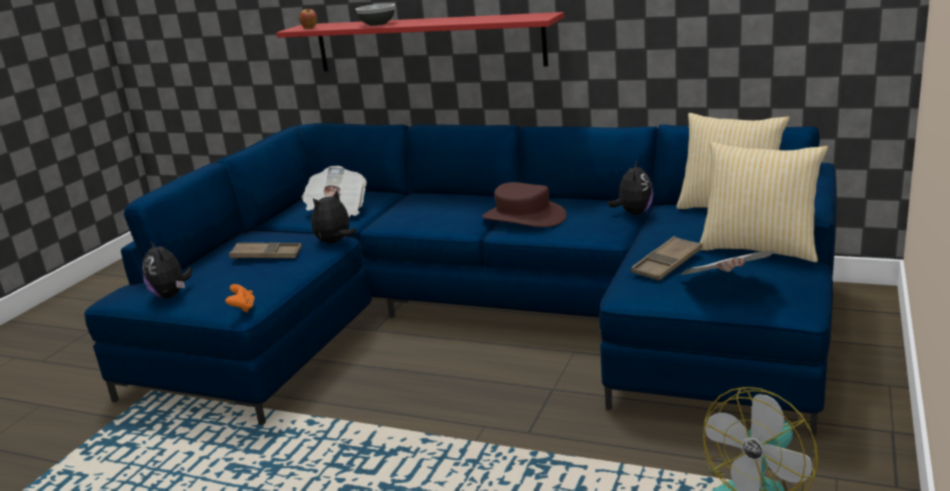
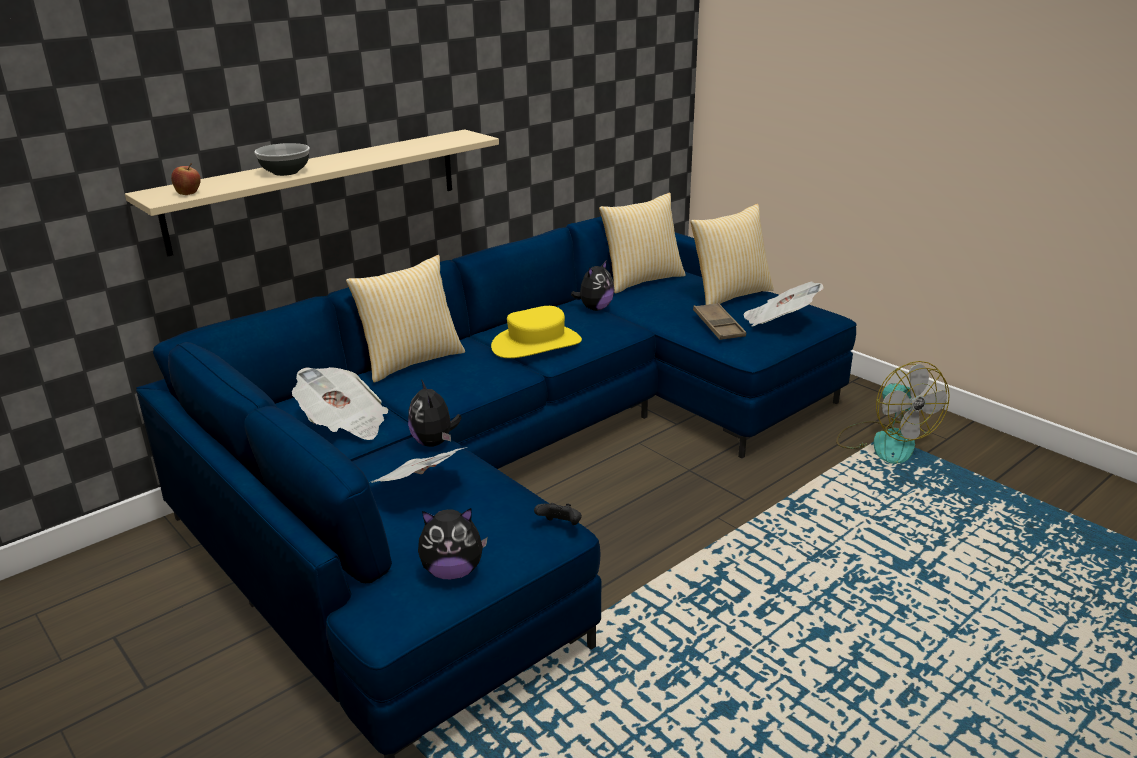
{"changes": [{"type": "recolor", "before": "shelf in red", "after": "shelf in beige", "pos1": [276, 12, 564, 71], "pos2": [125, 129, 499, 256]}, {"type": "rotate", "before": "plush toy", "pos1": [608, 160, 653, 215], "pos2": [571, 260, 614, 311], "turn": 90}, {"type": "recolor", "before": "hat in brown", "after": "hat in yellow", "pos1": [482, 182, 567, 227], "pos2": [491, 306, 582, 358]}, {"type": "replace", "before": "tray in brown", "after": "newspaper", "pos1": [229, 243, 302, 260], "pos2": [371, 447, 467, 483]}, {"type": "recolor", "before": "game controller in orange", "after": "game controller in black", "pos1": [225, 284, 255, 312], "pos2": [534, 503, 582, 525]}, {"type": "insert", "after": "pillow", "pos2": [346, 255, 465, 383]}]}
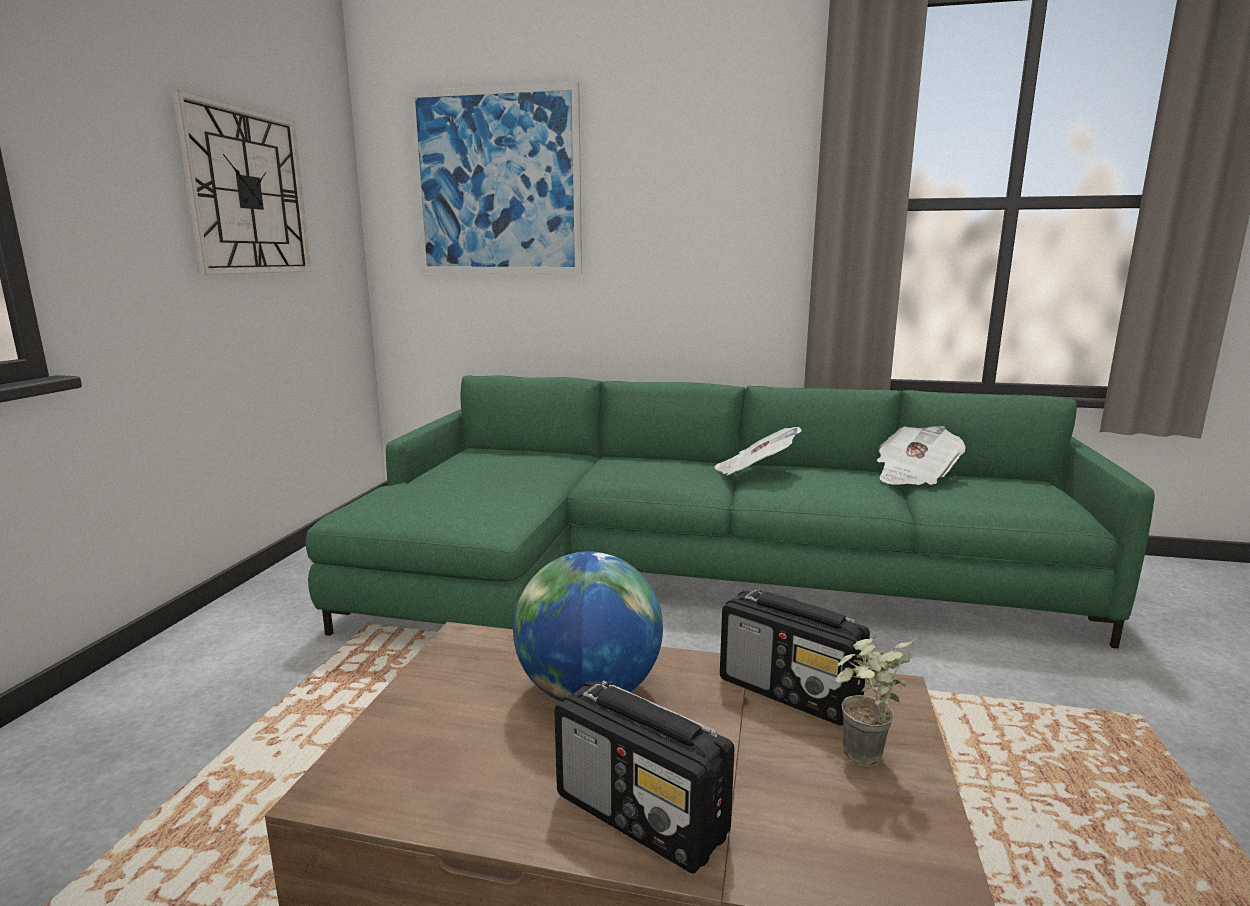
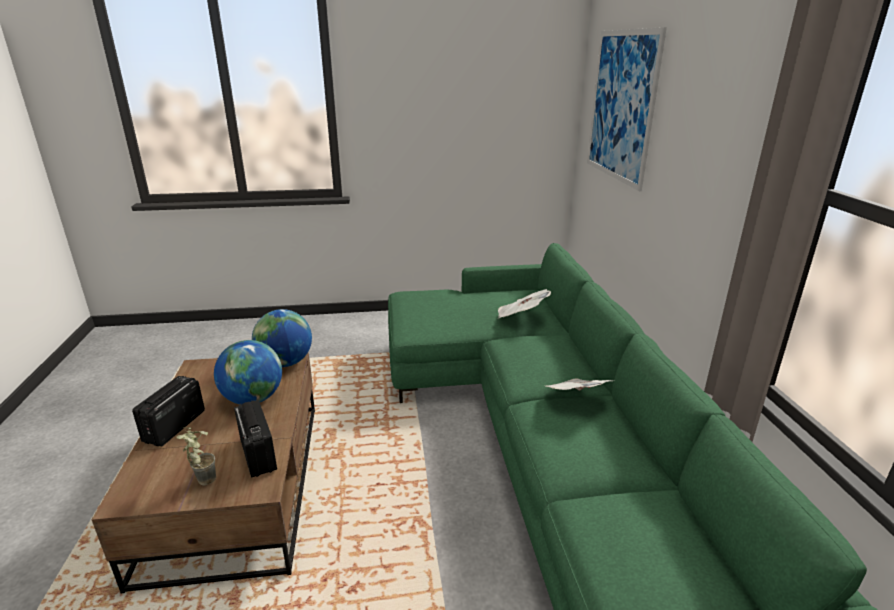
{"changes": [{"type": "delete", "before": "wall clock", "pos1": [171, 90, 311, 275]}, {"type": "move", "before": "newspaper", "pos1": [877, 426, 966, 485], "pos2": [498, 289, 551, 318]}, {"type": "rotate", "before": "radio", "pos1": [720, 590, 870, 726], "pos2": [234, 400, 277, 478], "turn": 135}, {"type": "insert", "after": "globe", "pos2": [252, 309, 312, 367]}]}
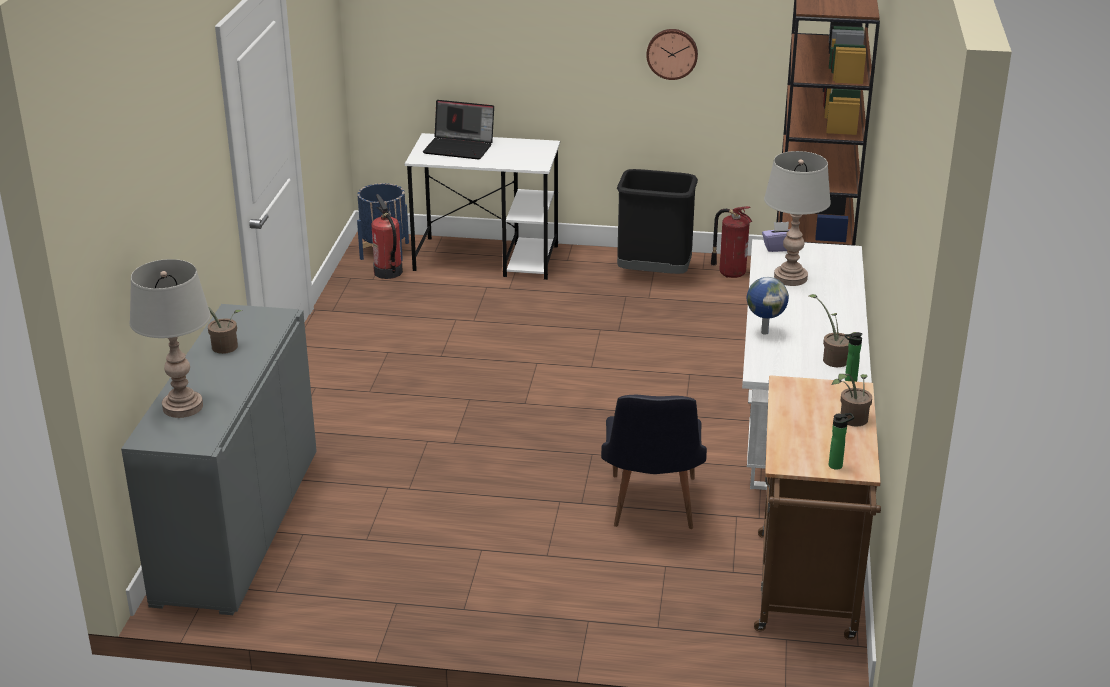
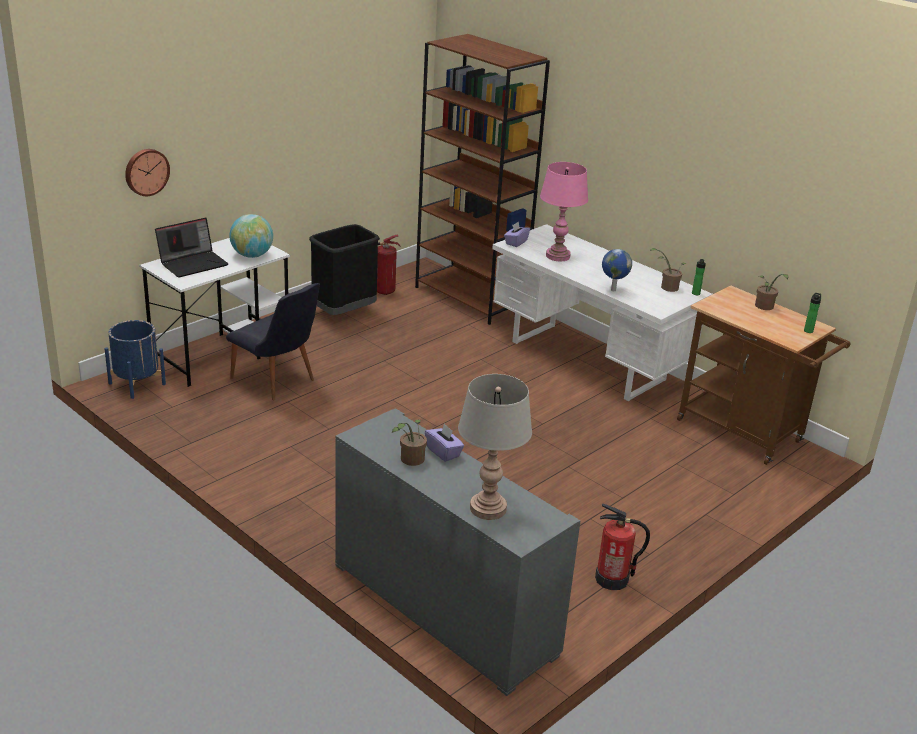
{"changes": [{"type": "move", "before": "wall clock", "pos1": [646, 29, 698, 80], "pos2": [125, 149, 170, 196]}, {"type": "recolor", "before": "table lamp in grey", "after": "table lamp in pink", "pos1": [764, 151, 831, 286], "pos2": [540, 162, 588, 261]}, {"type": "move", "before": "fire extinguisher", "pos1": [371, 194, 403, 279], "pos2": [595, 504, 650, 590]}, {"type": "move", "before": "chair in black", "pos1": [601, 395, 707, 529], "pos2": [226, 283, 320, 400]}, {"type": "insert", "after": "globe", "pos2": [229, 214, 273, 258]}, {"type": "insert", "after": "tissue box in purple", "pos2": [425, 423, 464, 462]}]}
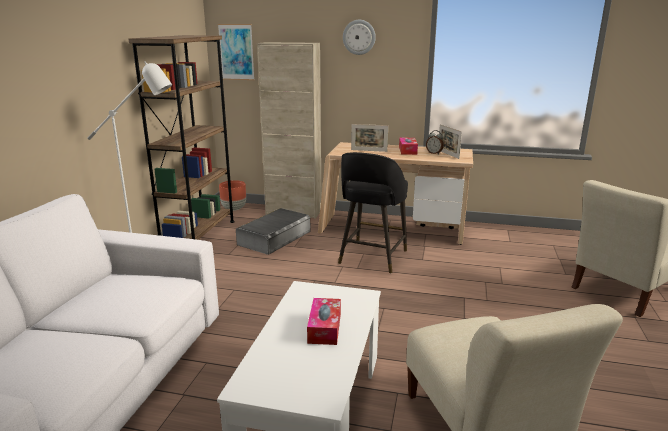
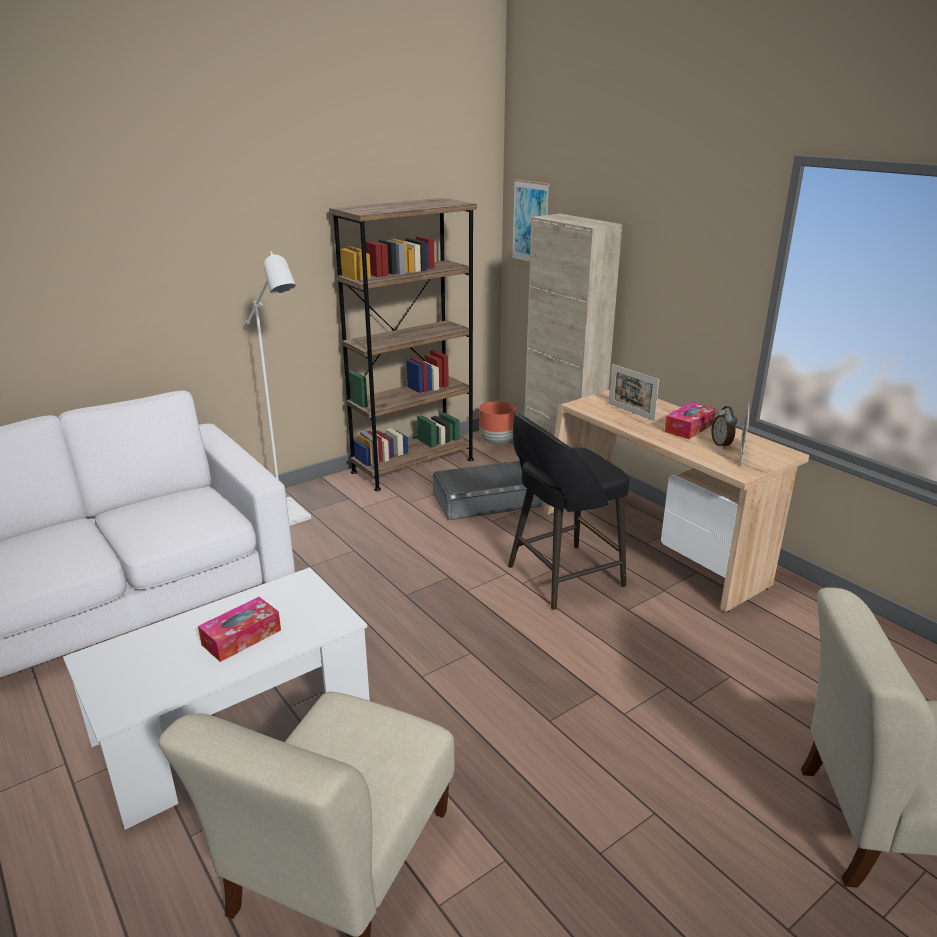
{"changes": [{"type": "delete", "before": "wall clock", "pos1": [343, 20, 376, 55]}]}
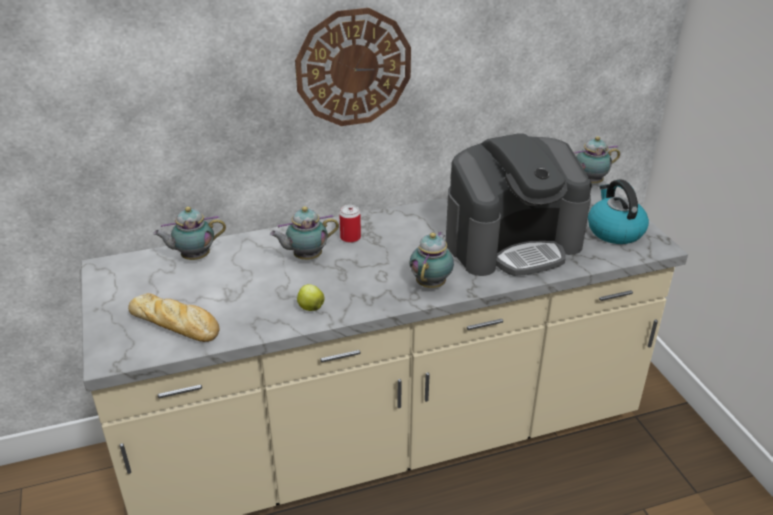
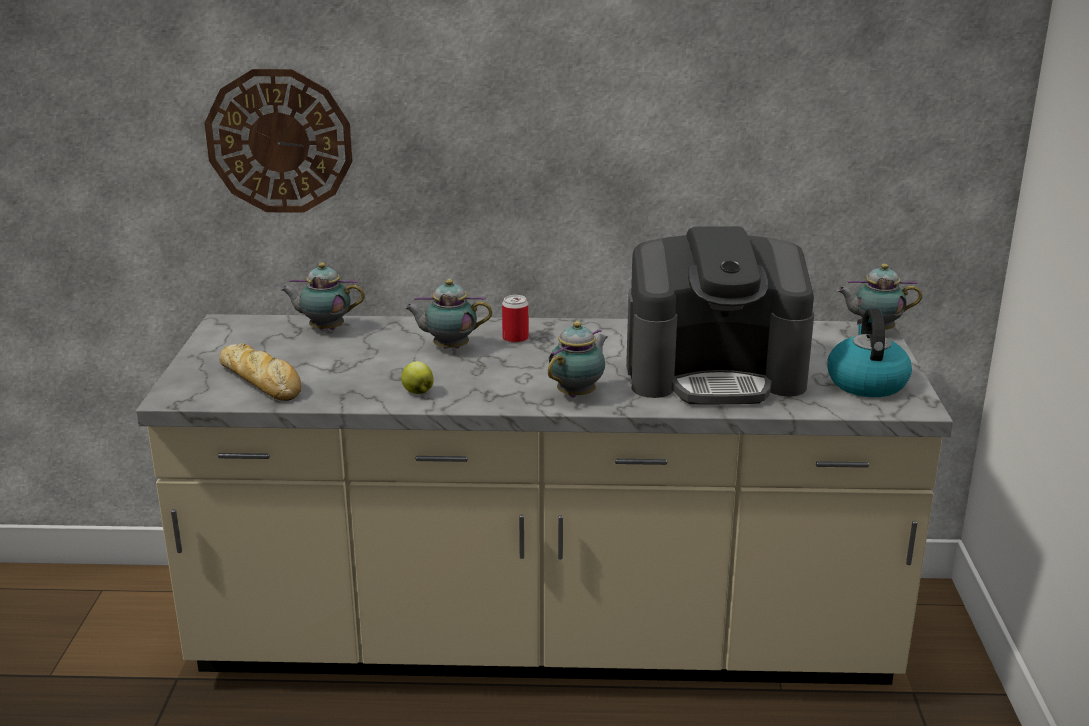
{"changes": [{"type": "move", "before": "wall clock", "pos1": [295, 8, 411, 126], "pos2": [204, 69, 353, 213]}]}
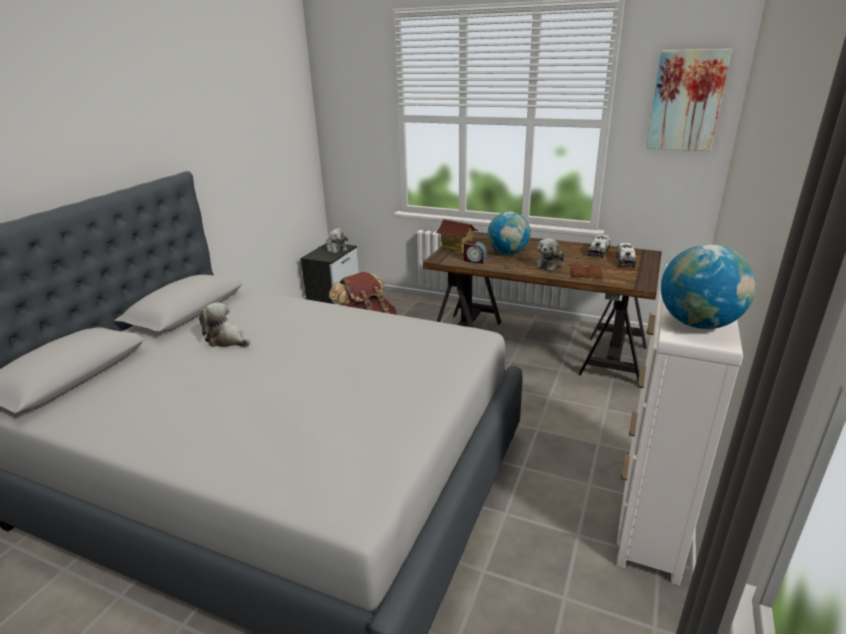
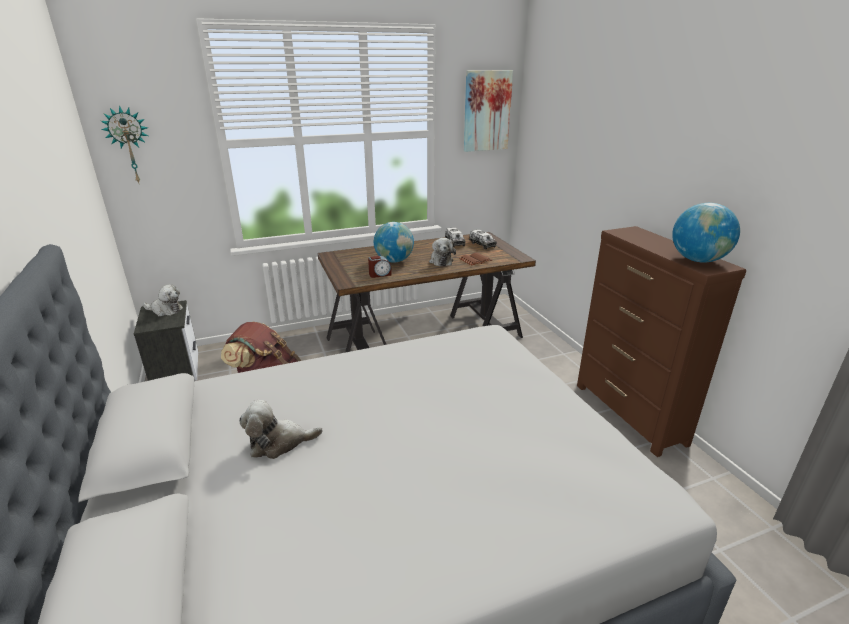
{"changes": [{"type": "delete", "before": "toy house", "pos1": [435, 219, 478, 253]}, {"type": "recolor", "before": "dresser in white", "after": "dresser in brown", "pos1": [616, 264, 743, 585], "pos2": [577, 226, 746, 457]}, {"type": "insert", "after": "wall clock", "pos2": [101, 106, 148, 183]}]}
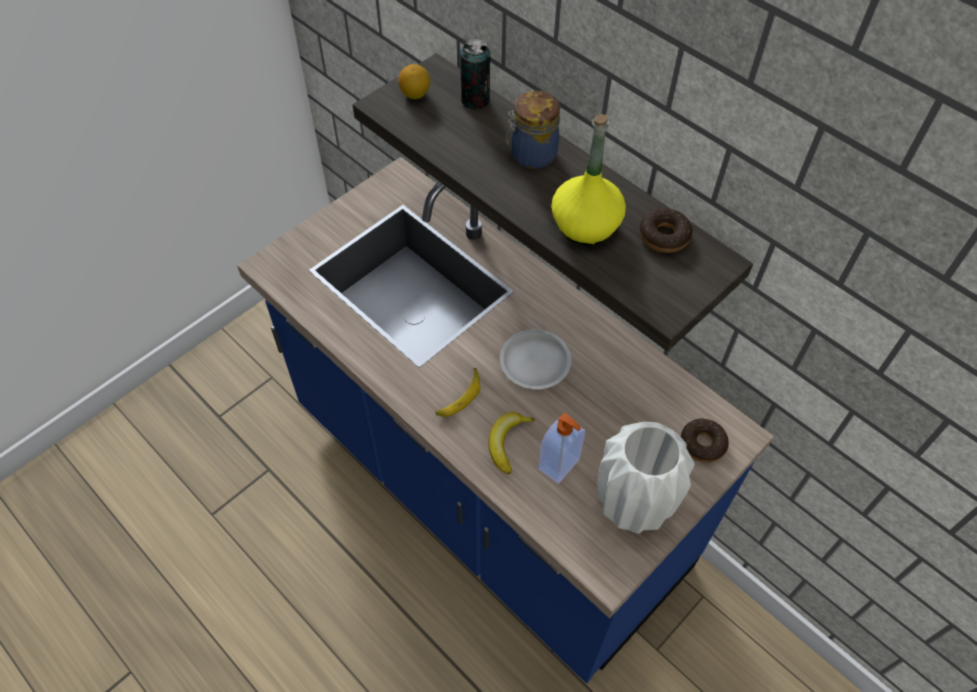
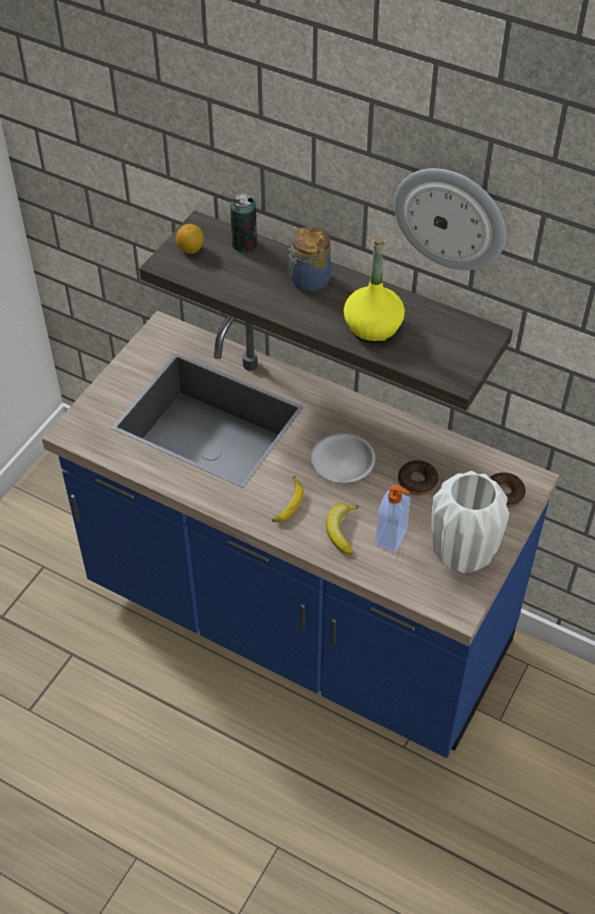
{"changes": [{"type": "move", "before": "donut", "pos1": [639, 208, 693, 253], "pos2": [398, 460, 439, 495]}, {"type": "insert", "after": "wall clock", "pos2": [394, 168, 506, 270]}]}
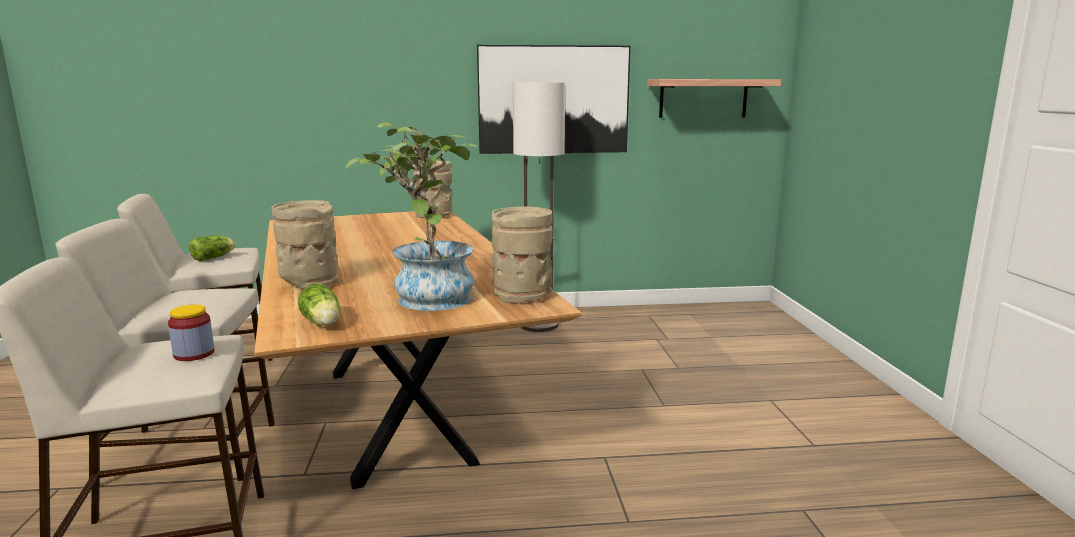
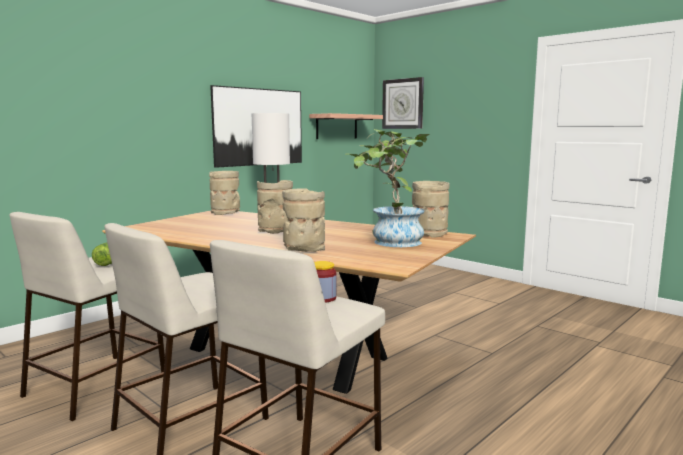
{"changes": [{"type": "delete", "before": "lettuce", "pos1": [298, 283, 340, 326]}, {"type": "insert", "after": "wall clock", "pos2": [382, 77, 424, 129]}, {"type": "insert", "after": "vase in beige", "pos2": [257, 180, 293, 234]}]}
